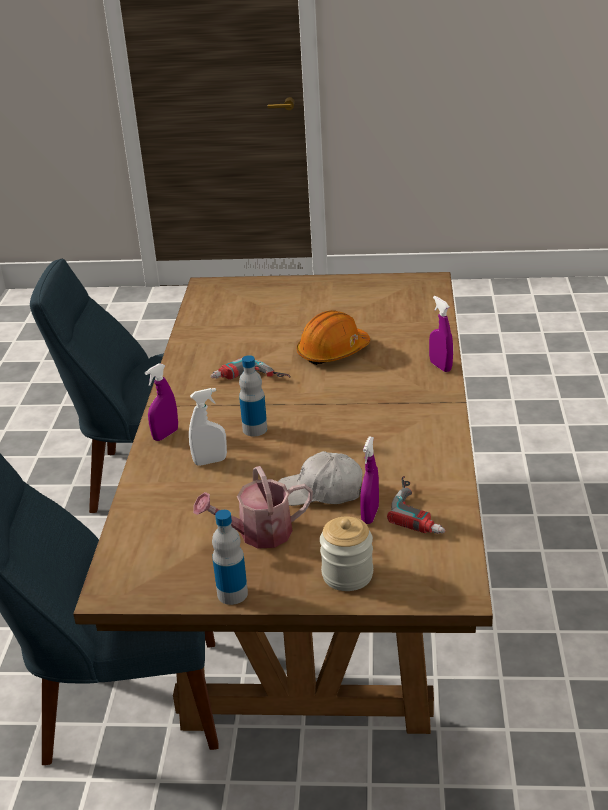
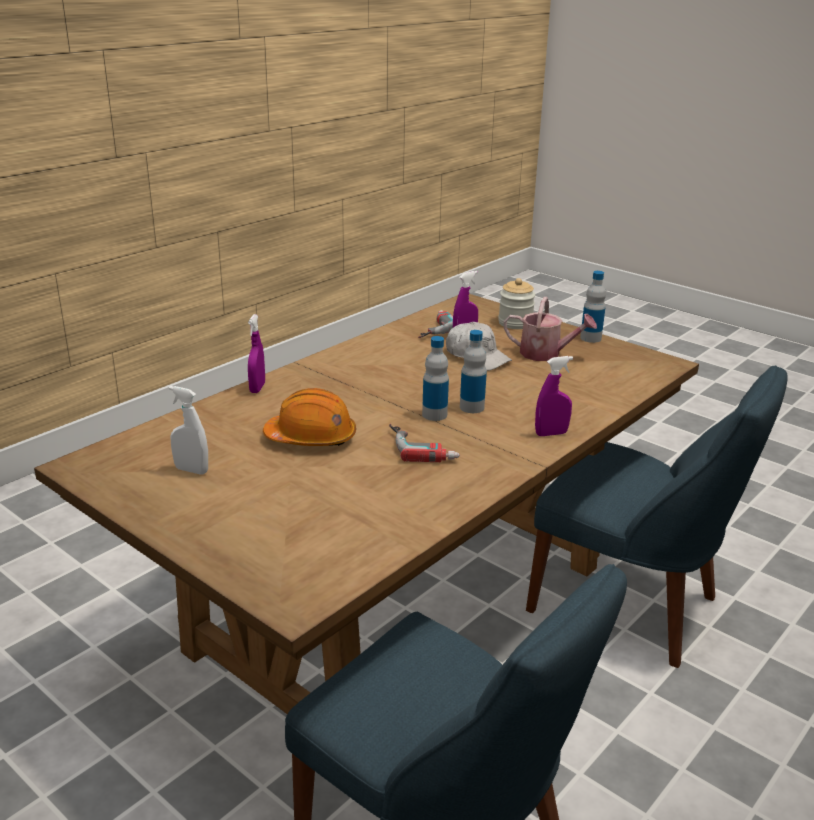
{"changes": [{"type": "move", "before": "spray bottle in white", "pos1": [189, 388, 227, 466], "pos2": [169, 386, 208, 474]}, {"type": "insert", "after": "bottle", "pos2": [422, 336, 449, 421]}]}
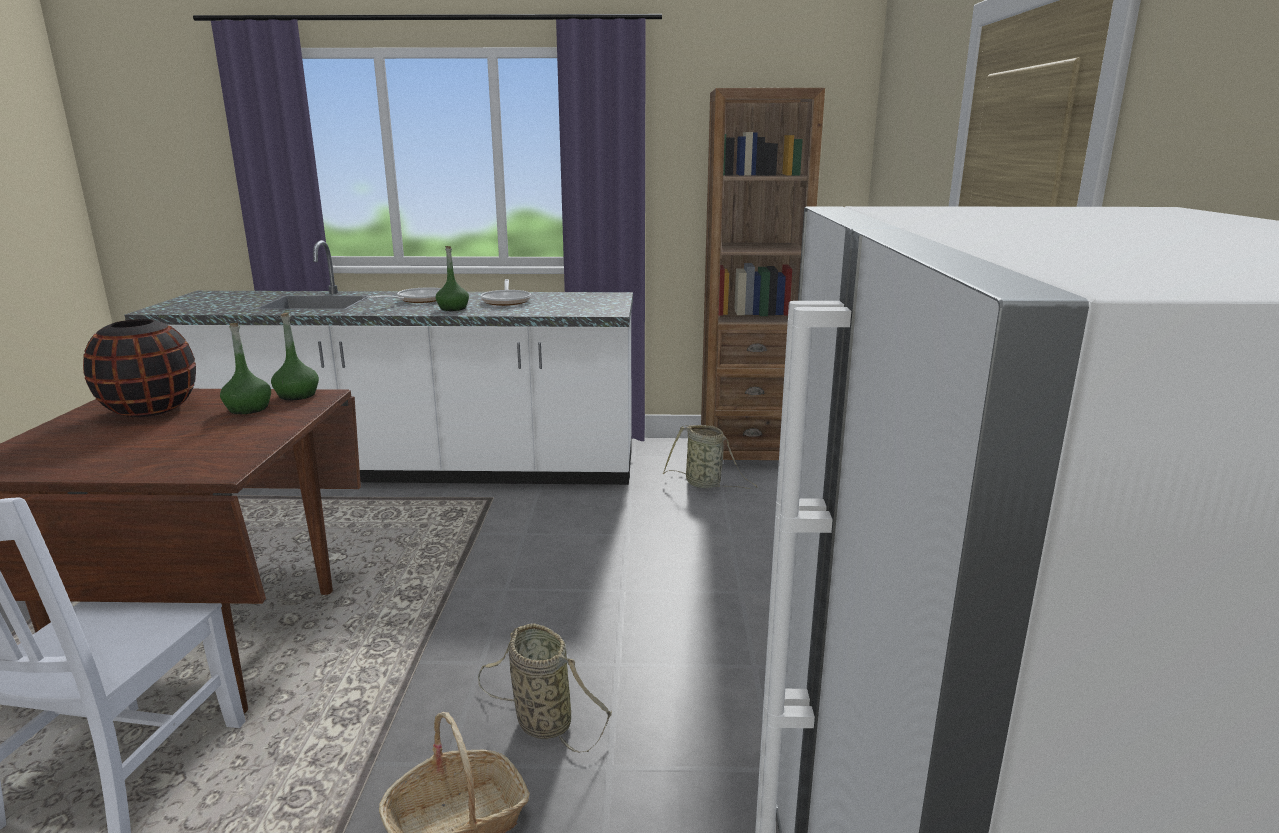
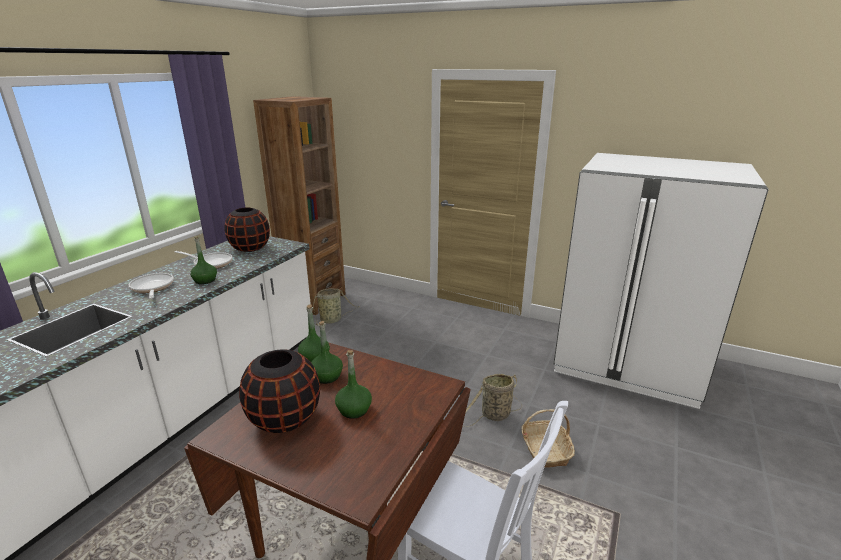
{"changes": [{"type": "insert", "after": "vase in black", "pos2": [224, 208, 270, 252]}, {"type": "insert", "after": "bottle in green", "pos2": [335, 350, 372, 419]}]}
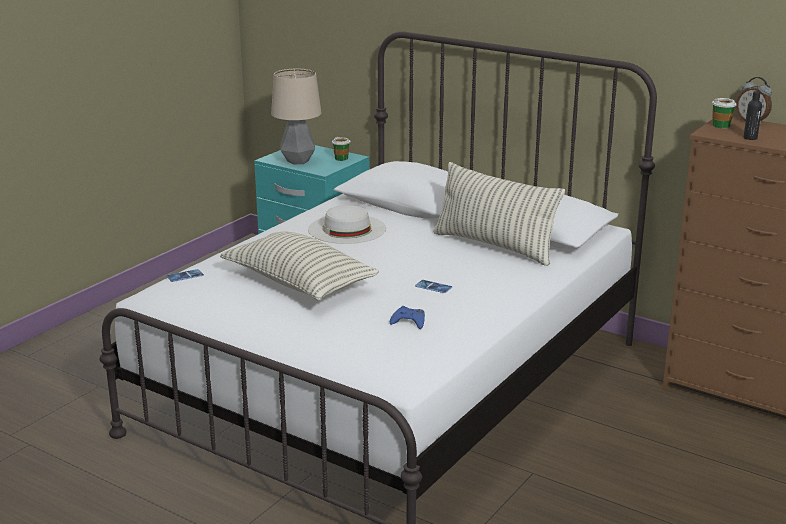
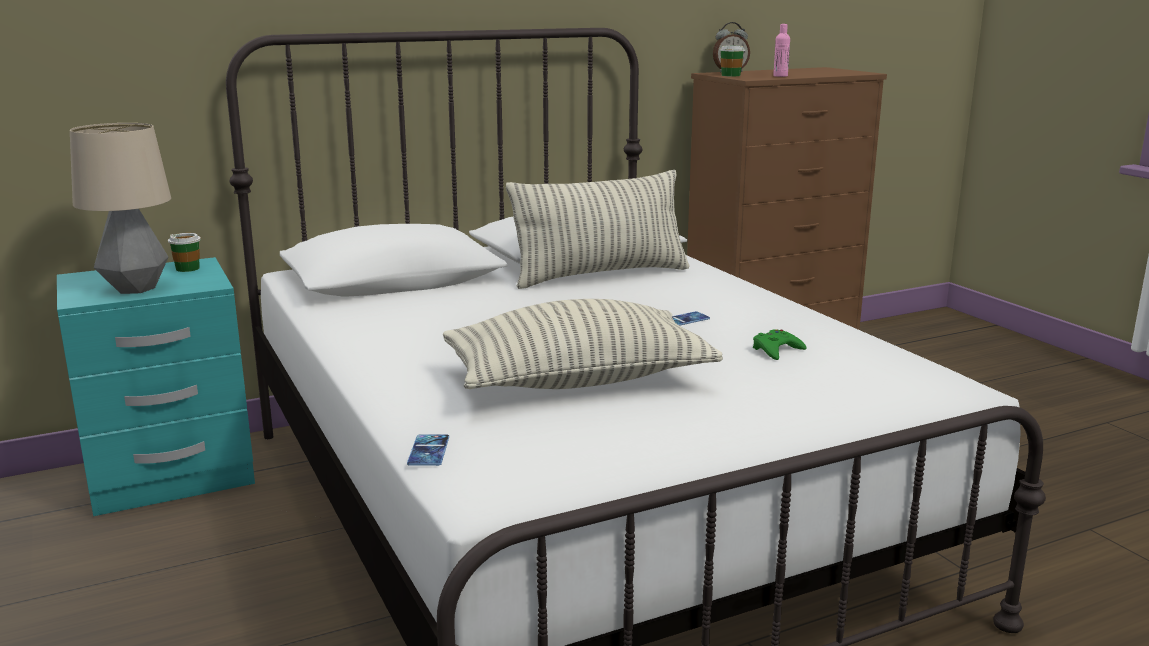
{"changes": [{"type": "recolor", "before": "bottle in black", "after": "bottle in pink", "pos1": [744, 91, 762, 140], "pos2": [773, 24, 790, 77]}, {"type": "delete", "before": "hat in white", "pos1": [308, 205, 386, 244]}, {"type": "recolor", "before": "game controller in blue", "after": "game controller in green", "pos1": [390, 306, 425, 329], "pos2": [753, 329, 806, 360]}]}
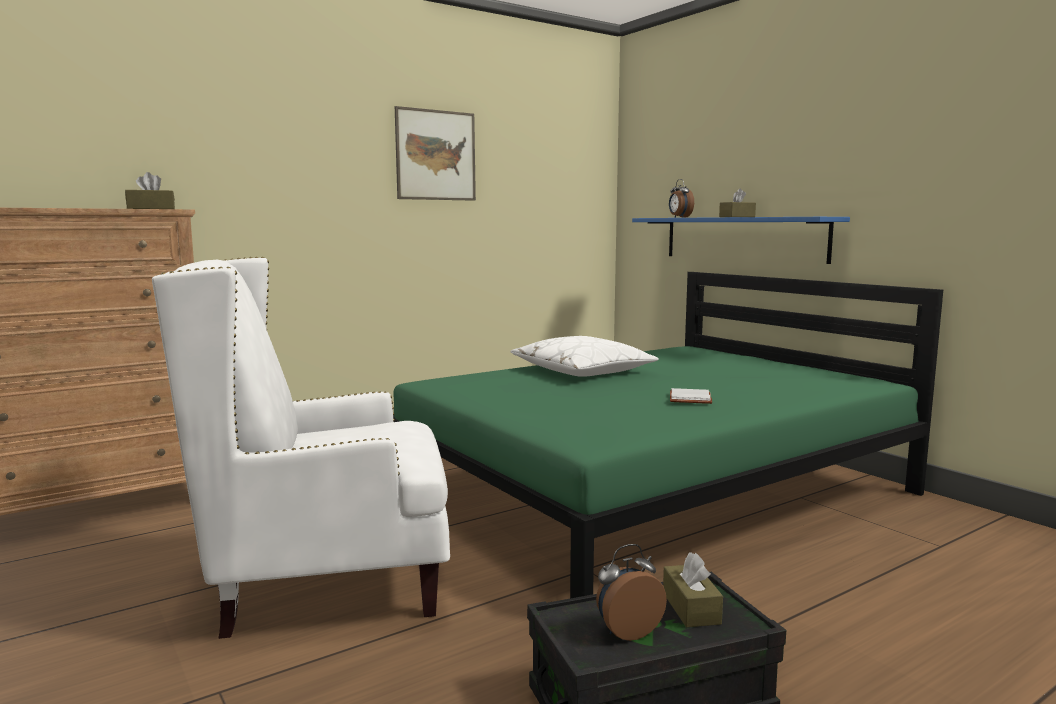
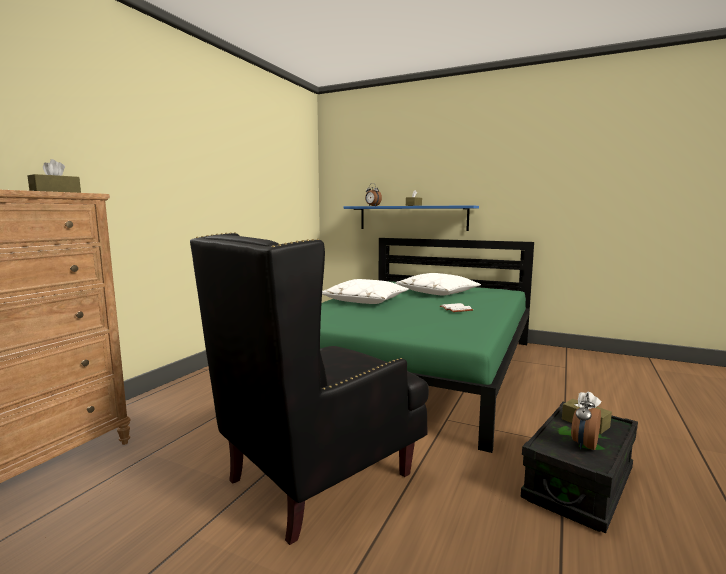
{"changes": [{"type": "delete", "before": "picture", "pos1": [395, 106, 476, 201]}, {"type": "recolor", "before": "armchair in white", "after": "armchair in black", "pos1": [152, 257, 450, 639], "pos2": [190, 232, 429, 545]}, {"type": "insert", "after": "pillow in white", "pos2": [396, 273, 481, 296]}]}
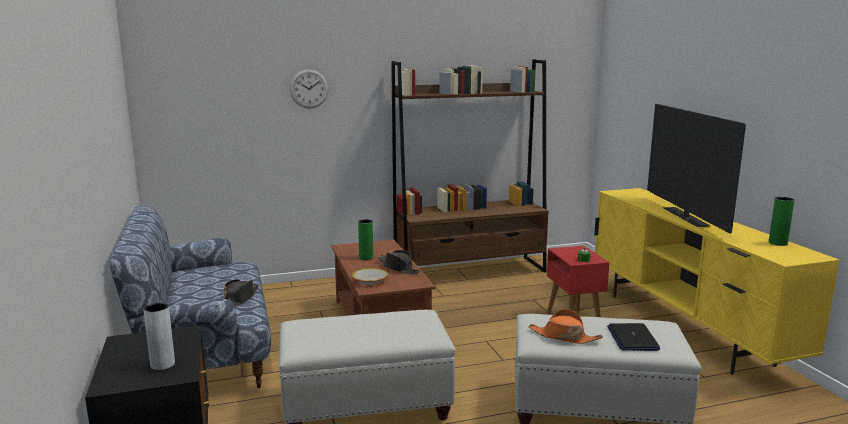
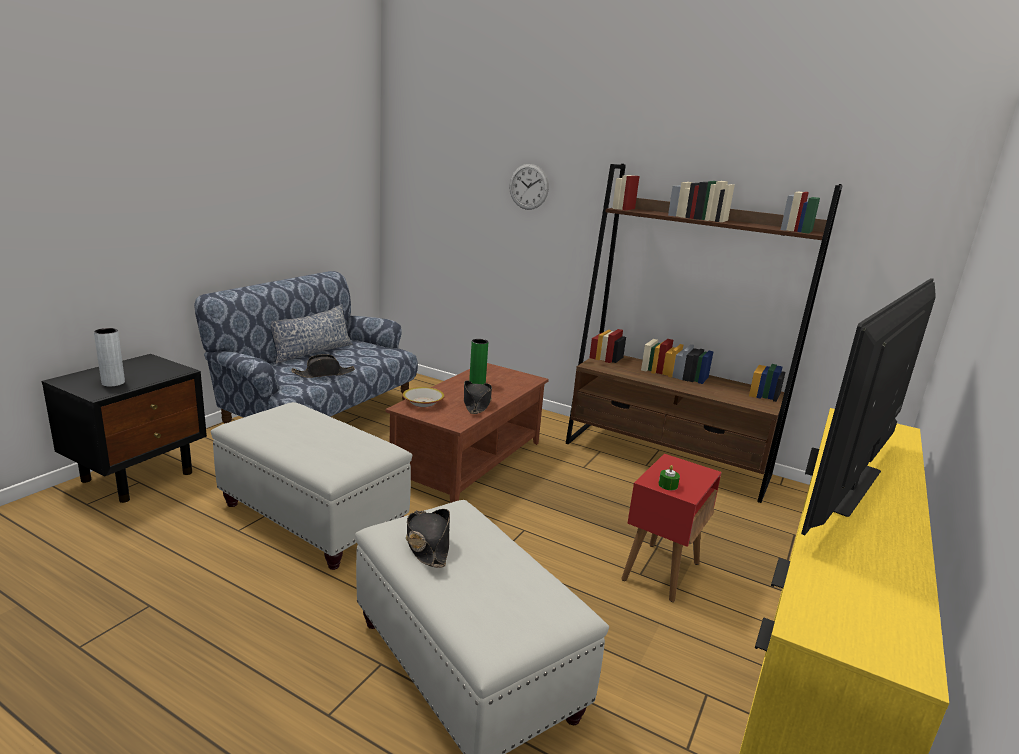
{"changes": [{"type": "delete", "before": "vase in green", "pos1": [769, 197, 795, 246]}, {"type": "recolor", "before": "hat in orange", "after": "hat in black", "pos1": [529, 309, 602, 344], "pos2": [406, 509, 450, 568]}, {"type": "delete", "before": "laptop", "pos1": [607, 323, 660, 351]}, {"type": "insert", "after": "pillow", "pos2": [271, 304, 353, 364]}]}
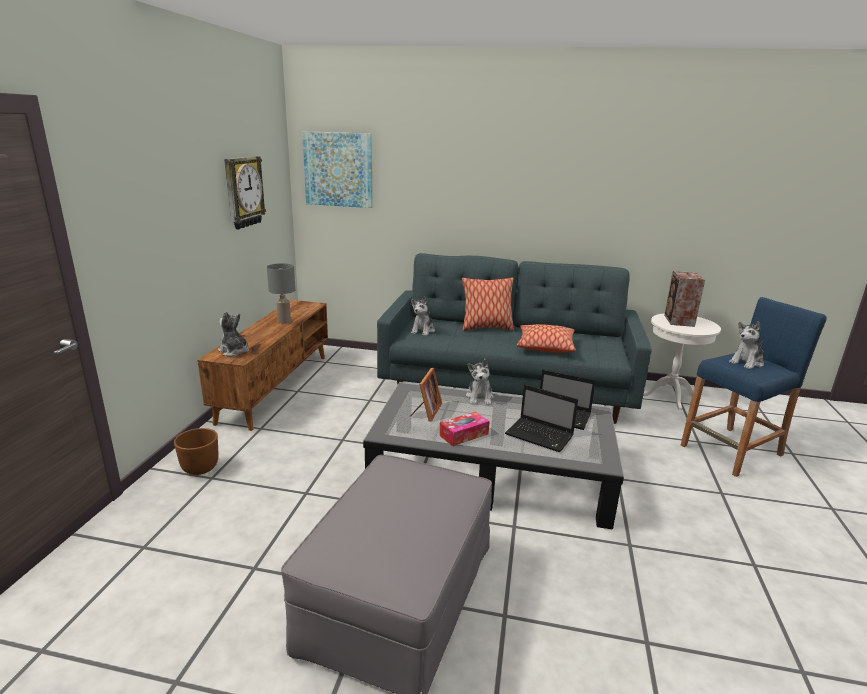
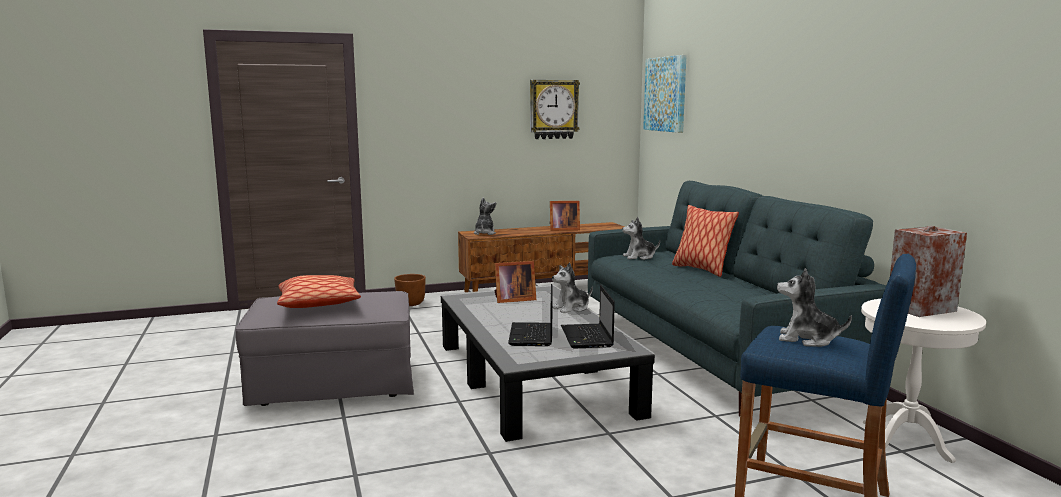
{"changes": [{"type": "replace", "before": "table lamp in grey", "after": "picture frame", "pos1": [267, 263, 295, 324], "pos2": [550, 201, 580, 231]}, {"type": "move", "before": "pillow", "pos1": [517, 324, 576, 353], "pos2": [277, 275, 361, 308]}, {"type": "delete", "before": "tissue box", "pos1": [439, 411, 490, 446]}]}
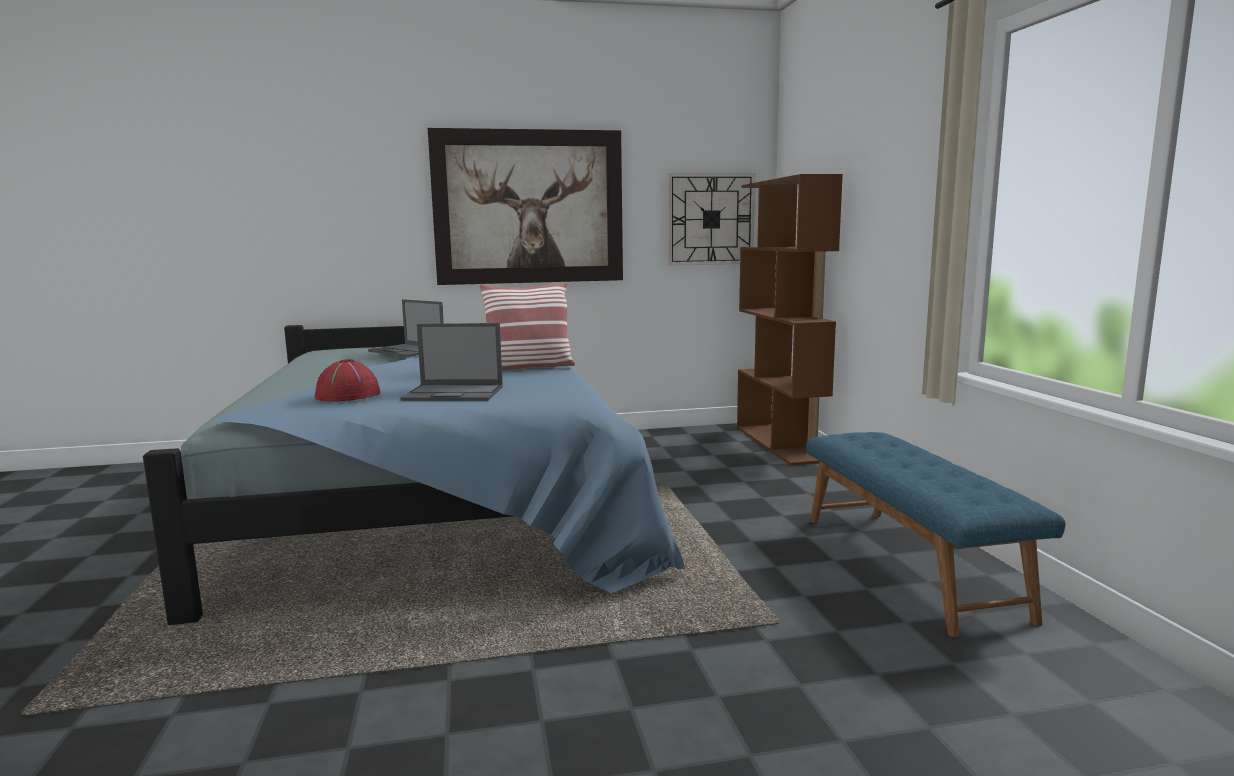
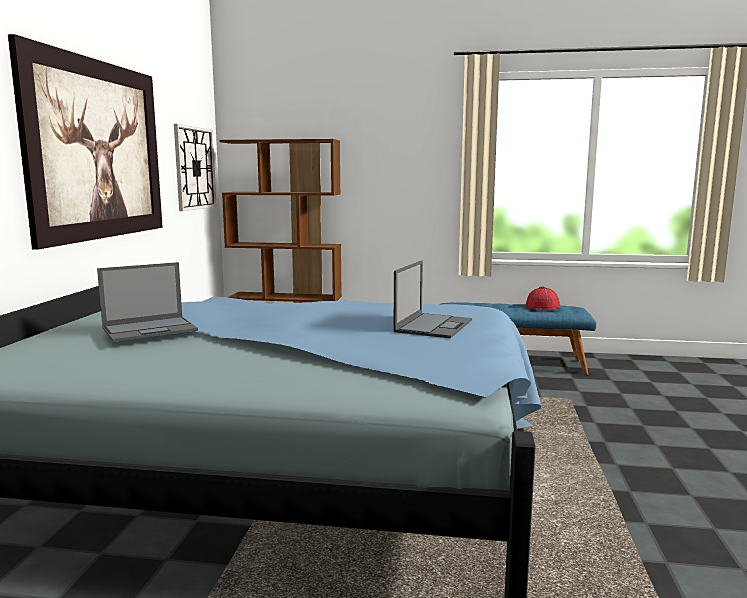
{"changes": [{"type": "delete", "before": "pillow", "pos1": [479, 283, 575, 371]}, {"type": "move", "before": "hat in red", "pos1": [315, 359, 381, 402], "pos2": [525, 287, 560, 310]}]}
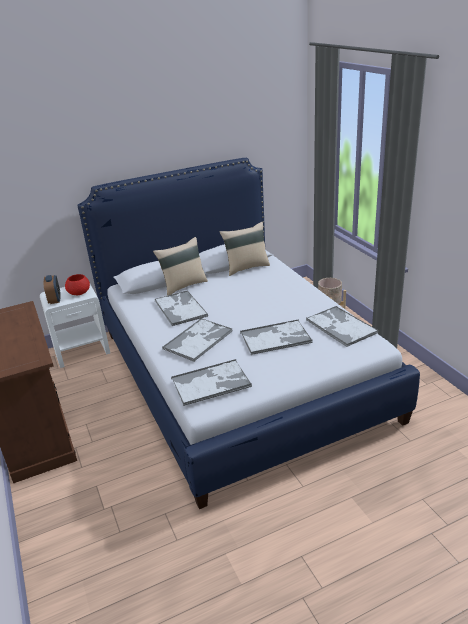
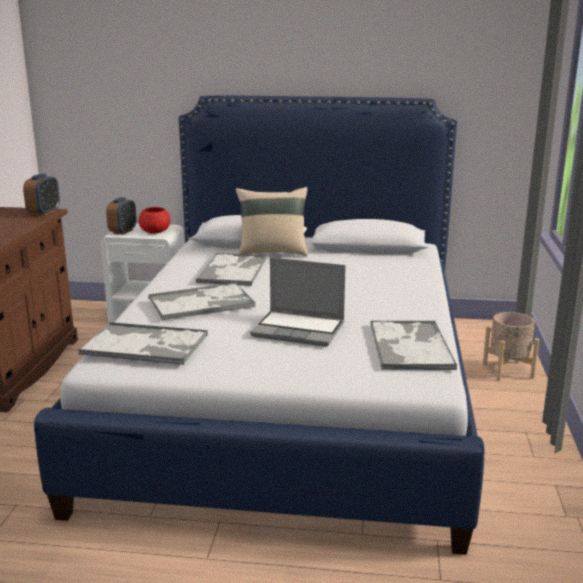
{"changes": [{"type": "delete", "before": "pillow in beige", "pos1": [220, 222, 270, 276]}, {"type": "replace", "before": "tray", "after": "laptop", "pos1": [240, 319, 313, 355], "pos2": [250, 257, 346, 347]}, {"type": "insert", "after": "alarm clock", "pos2": [23, 174, 60, 216]}]}
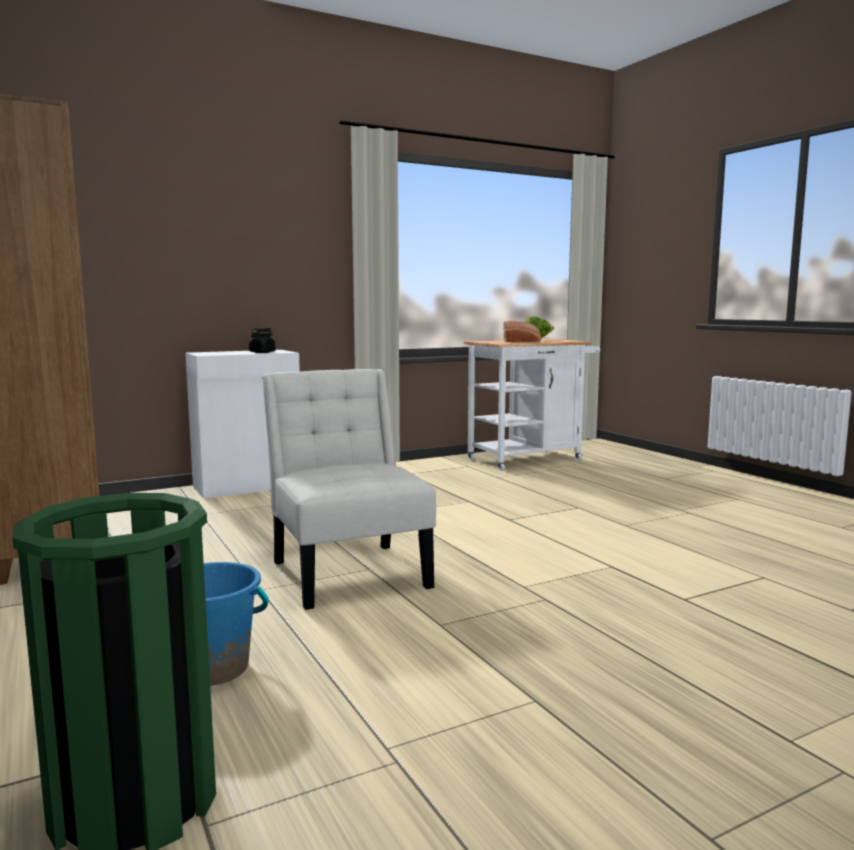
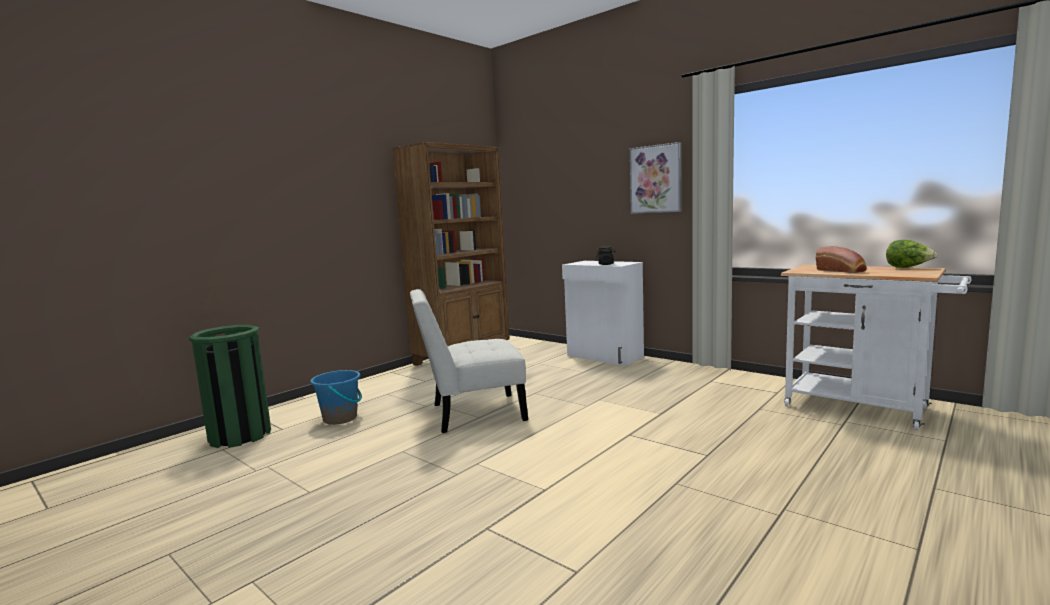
{"changes": [{"type": "rotate", "before": "chair in white", "pos1": [262, 369, 436, 610], "pos2": [410, 289, 528, 433], "turn": -150}, {"type": "insert", "after": "picture", "pos2": [630, 142, 682, 214]}]}
